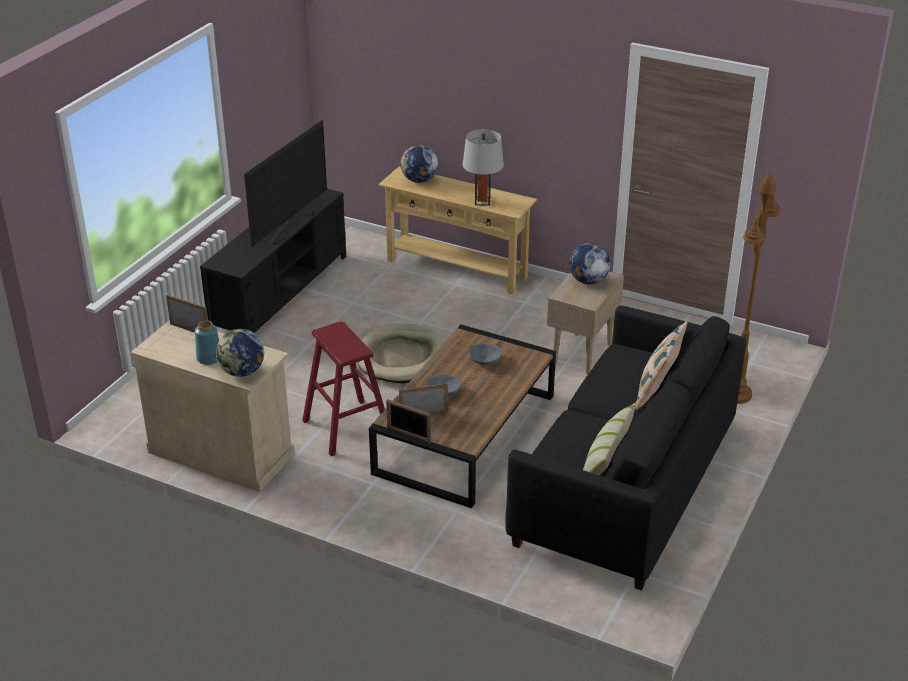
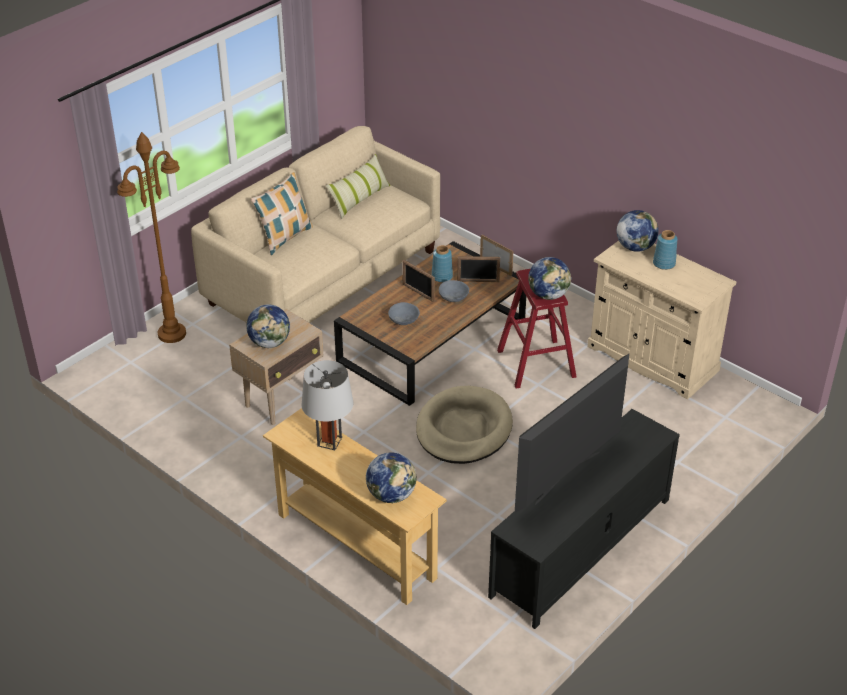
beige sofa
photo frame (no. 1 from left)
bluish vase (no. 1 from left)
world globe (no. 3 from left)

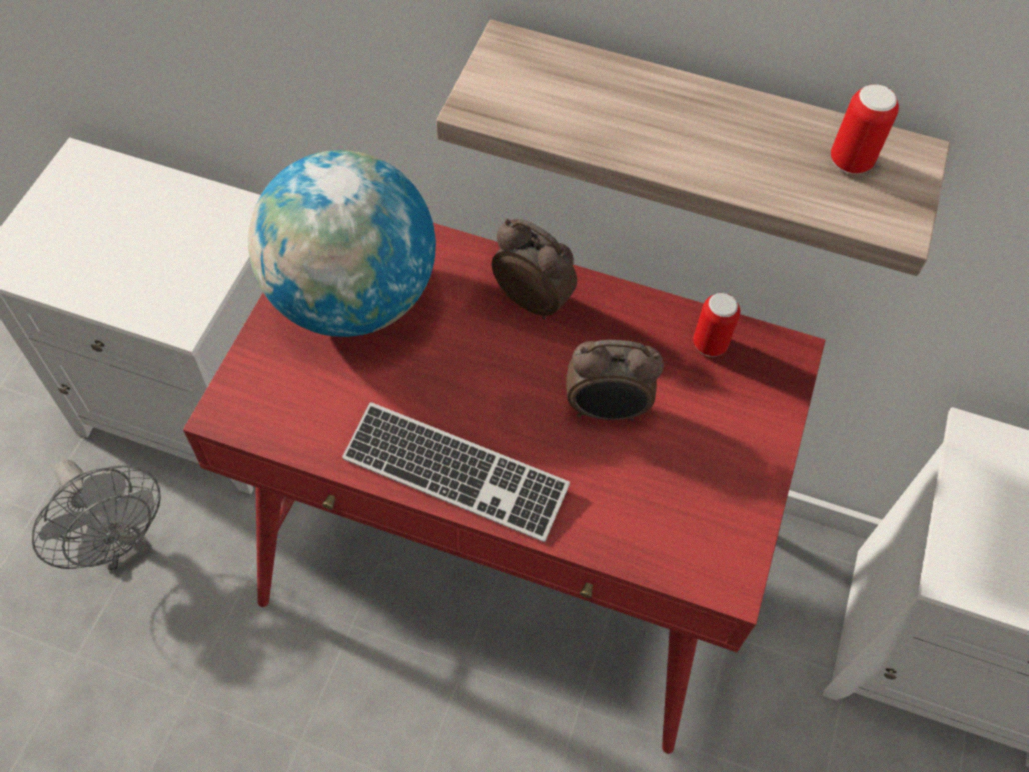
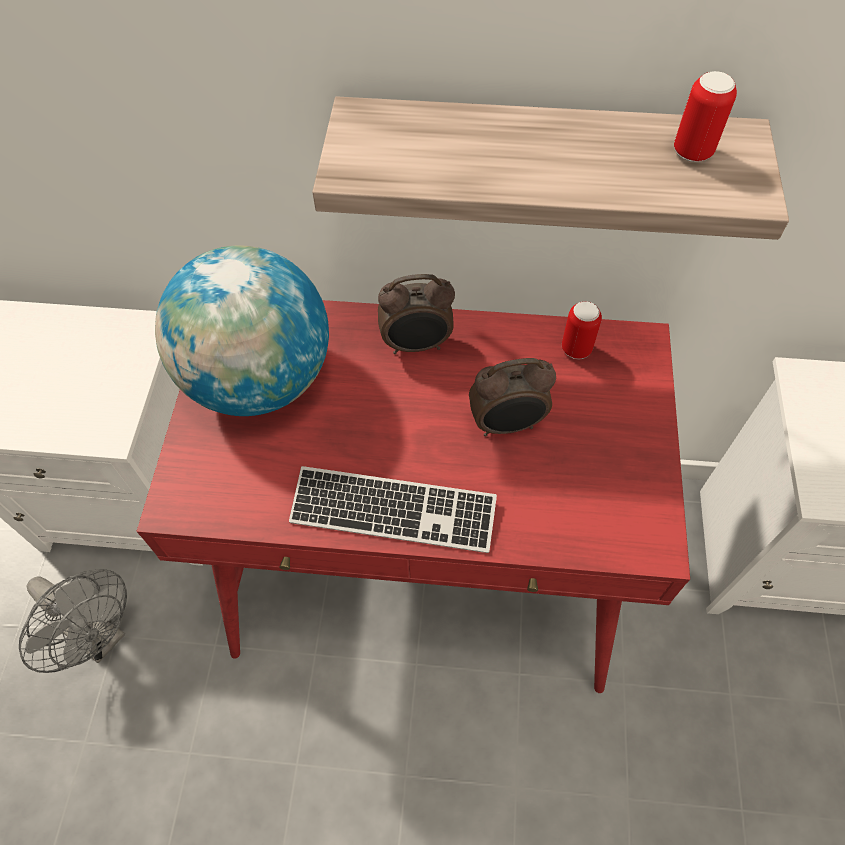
table clock (no. 1 from left)

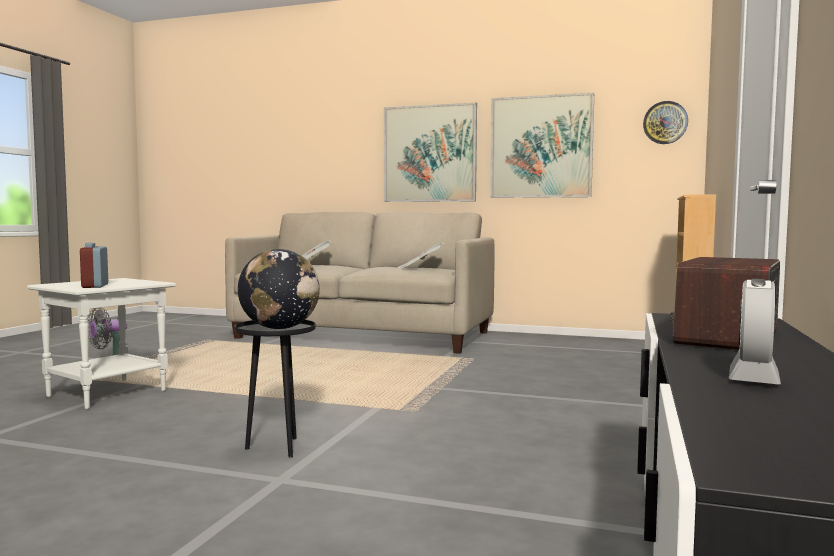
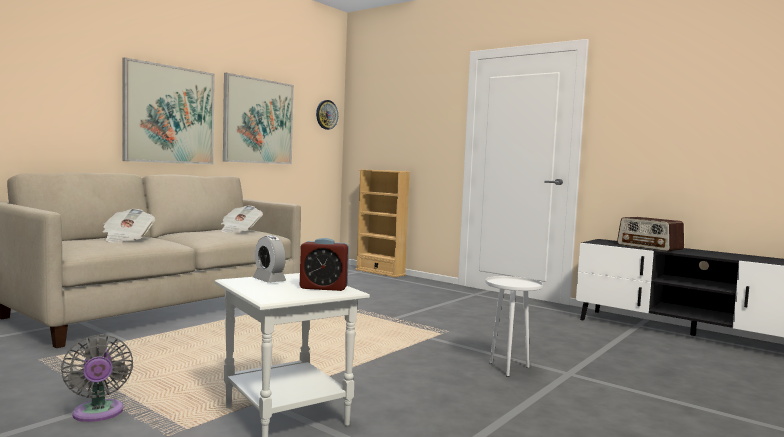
table clock (no. 1 from left)
white side table (no. 2 from left)
world globe

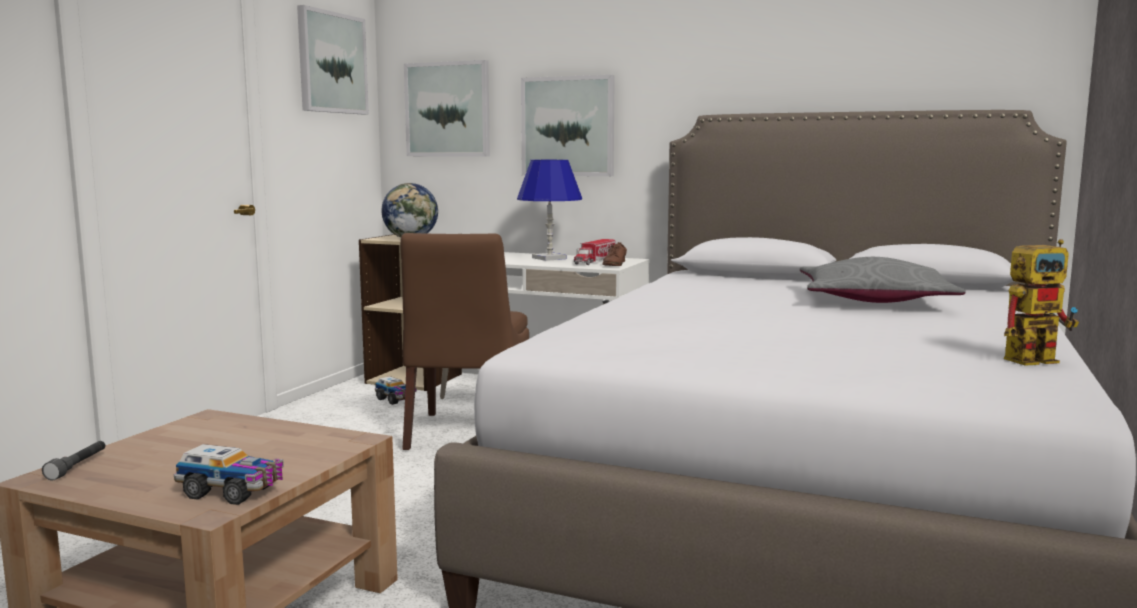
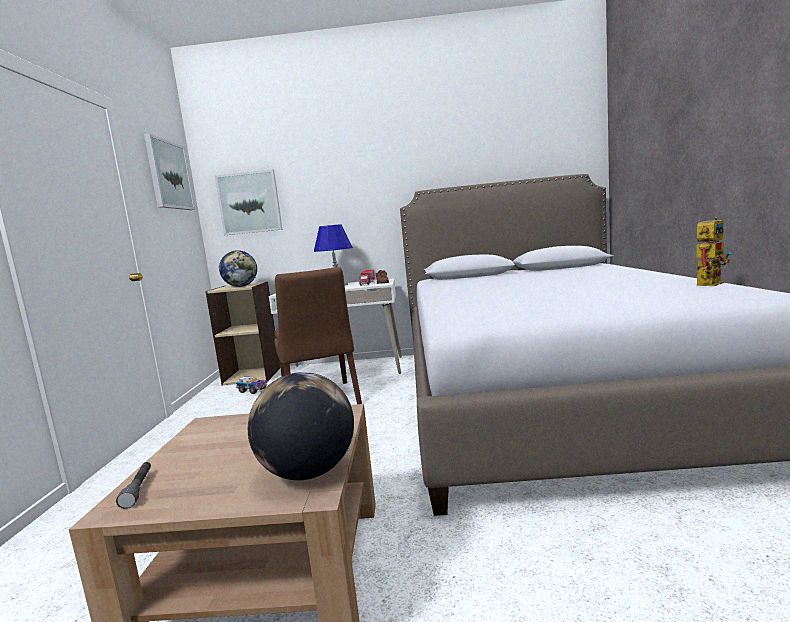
world globe (no. 2 from left)
wall art (no. 3 from left in the first image)
gray throw pillow

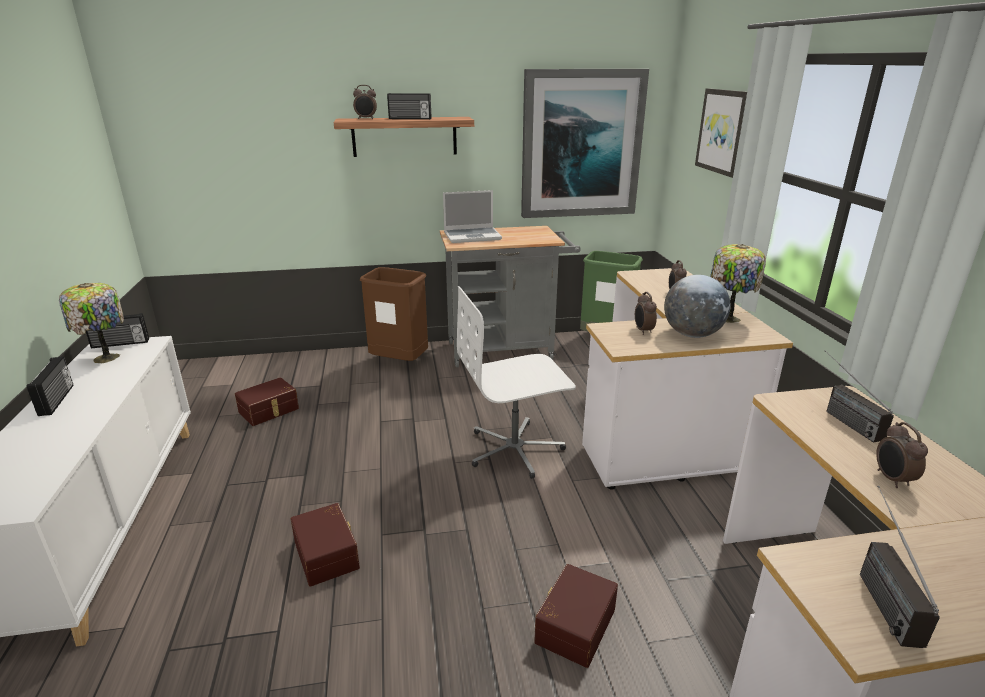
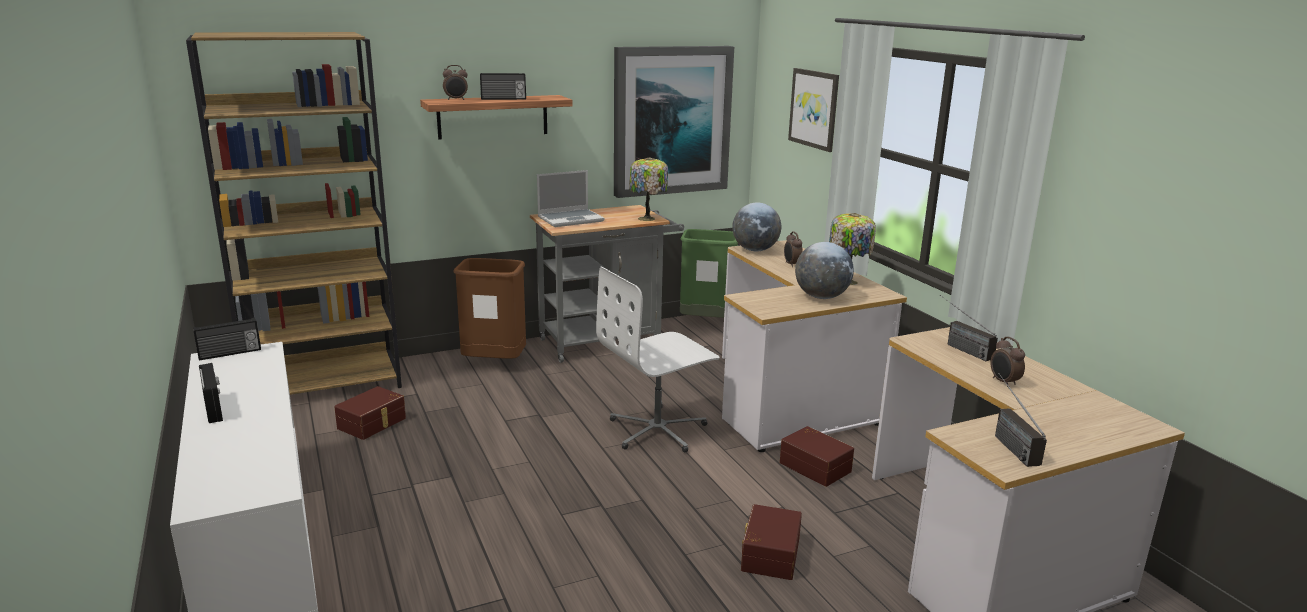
brownish shelving unit
lamp for a table (no. 1 from left)
world globe (no. 1 from left)
brownish storage bin (no. 3 from left)
table clock (no. 2 from left in the first image)

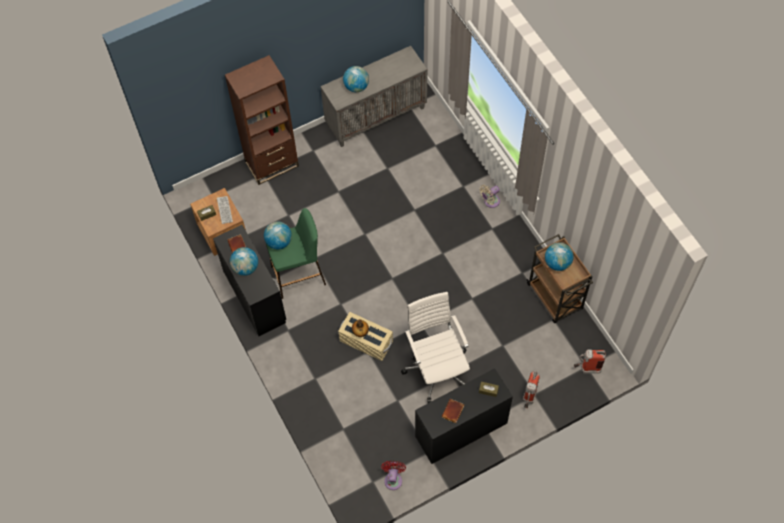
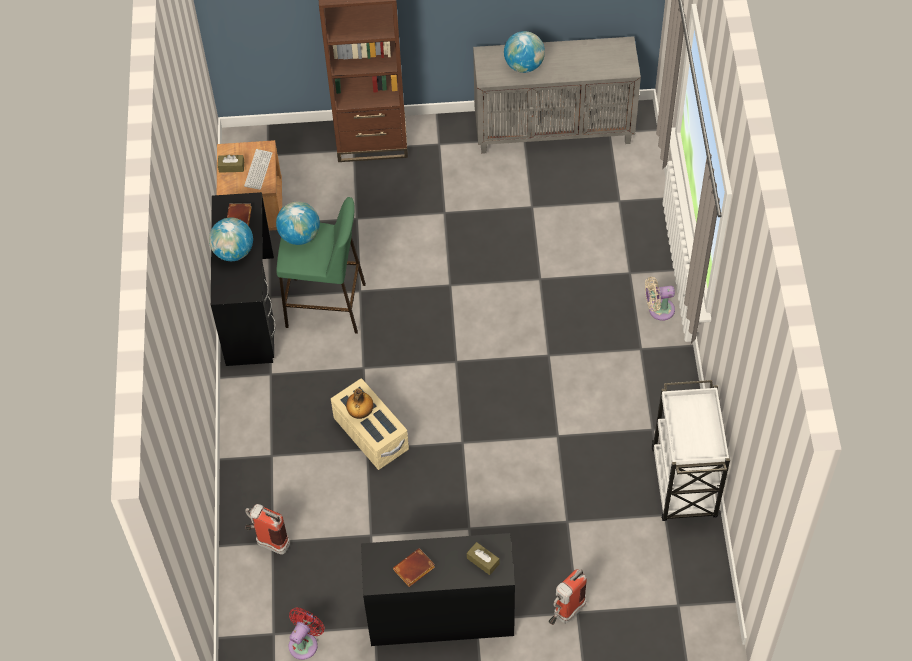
extinguisher (no. 1 from left)
white trolley
white computer chair
world globe (no. 4 from left in the first image)

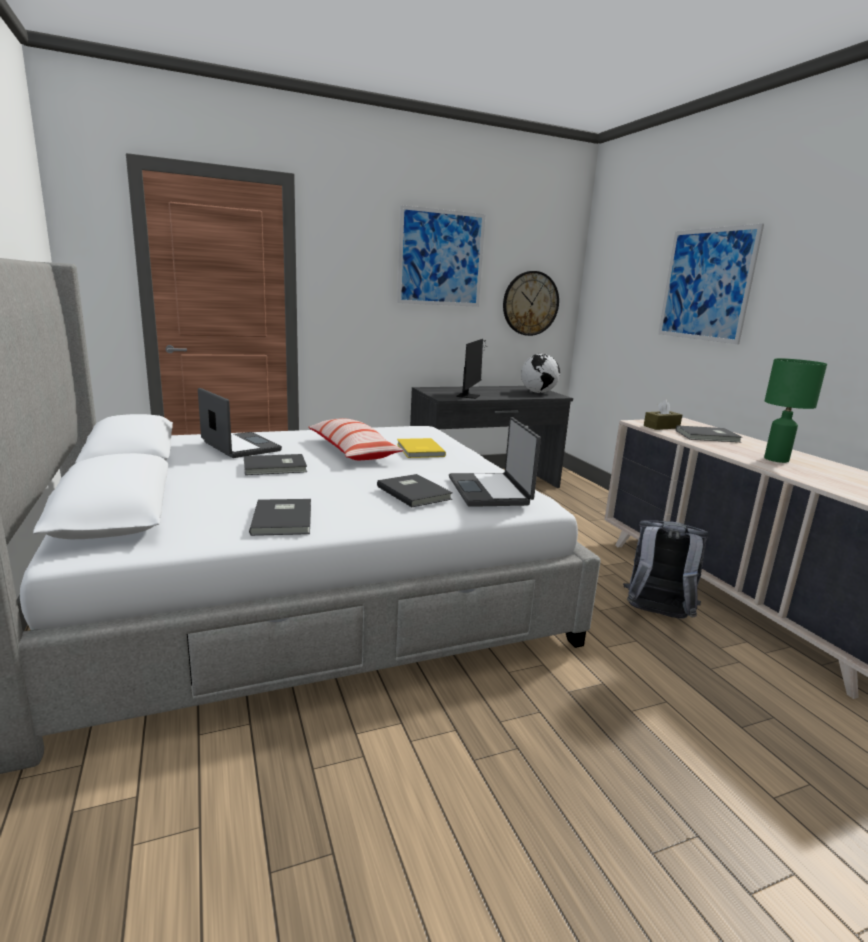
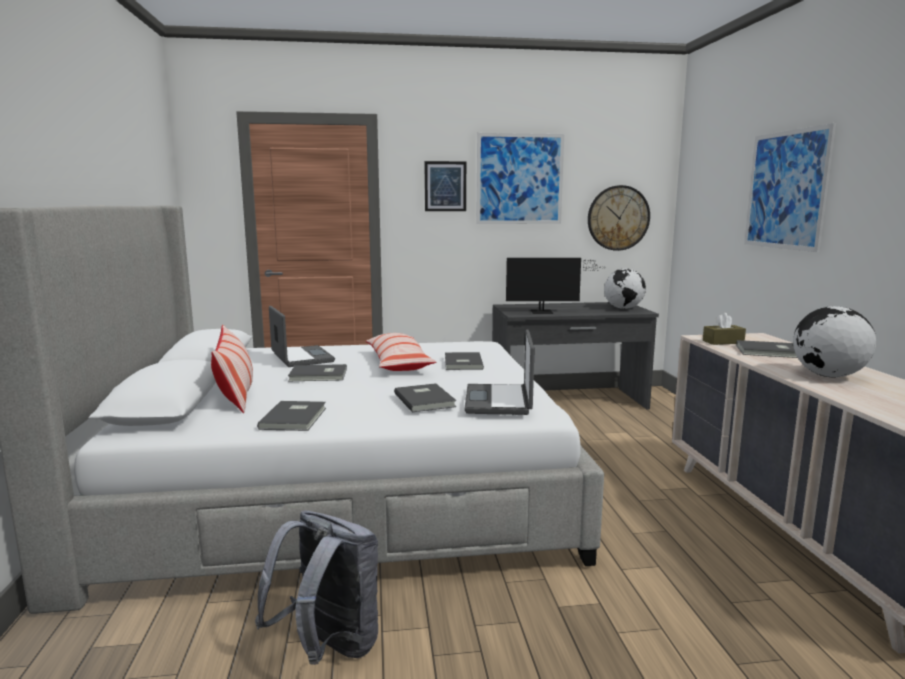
throw pillow (no. 1 from left)
gray knapsack
wall art (no. 1 from left)
gray book (no. 4 from left)
computer display
world globe (no. 2 from left)

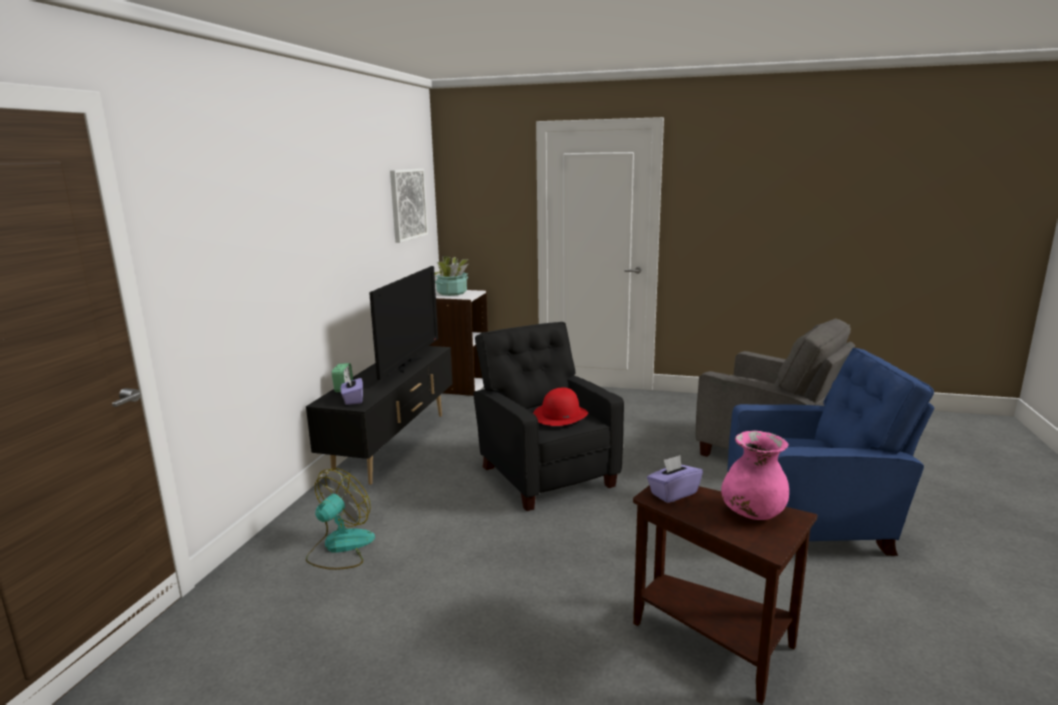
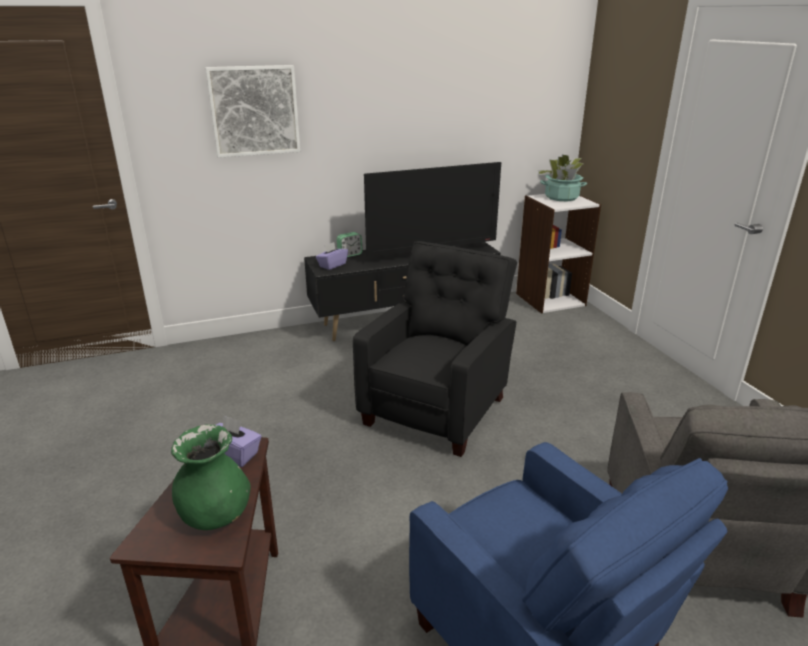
greenish vase
wall art
fan
red-coloured clothing hat

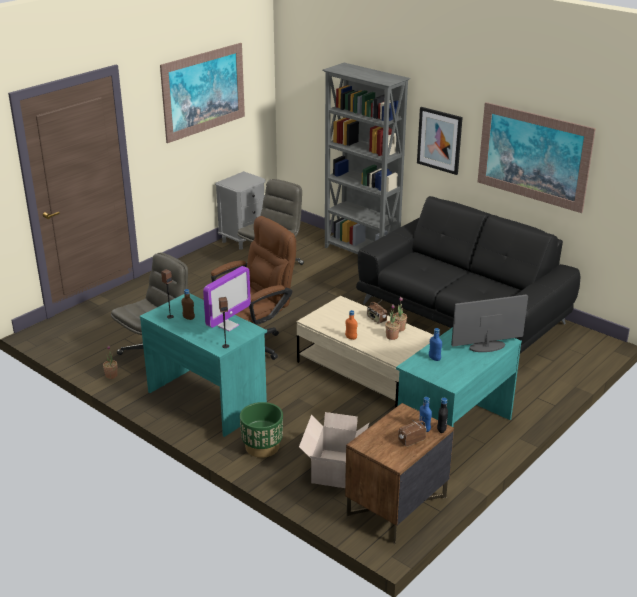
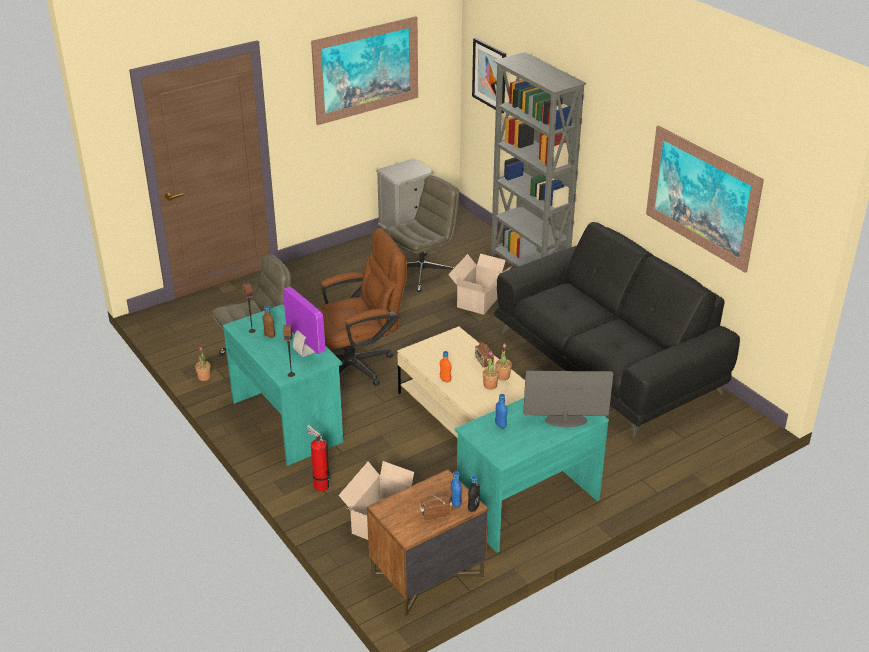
computer display (no. 1 from left)
extinguisher
carton (no. 2 from left)
wall art (no. 2 from left)

